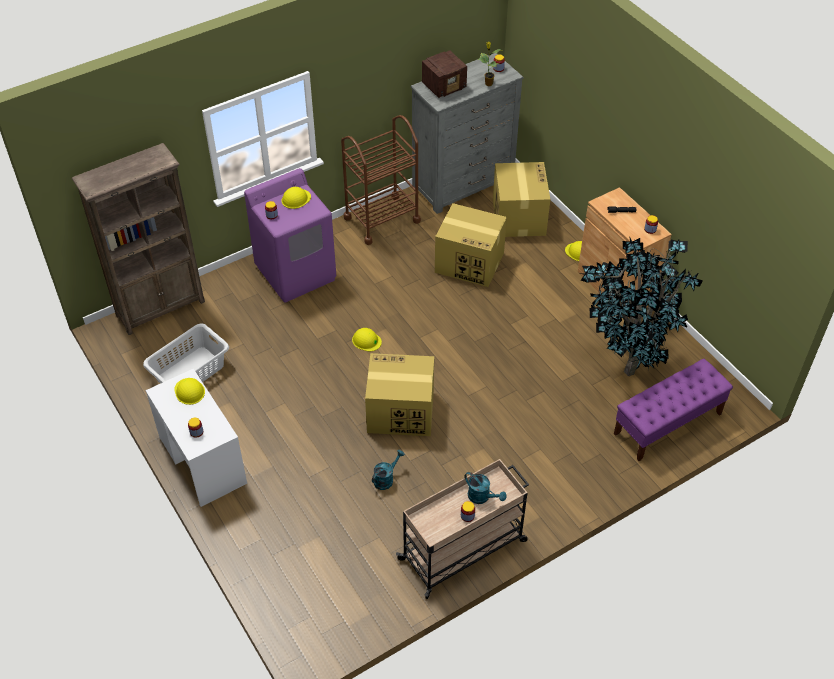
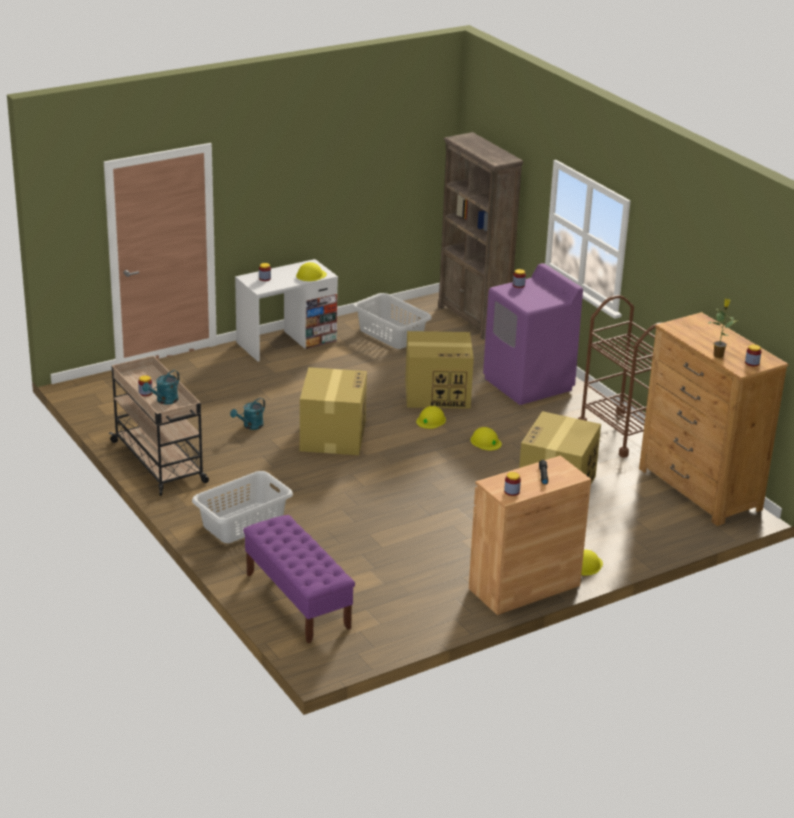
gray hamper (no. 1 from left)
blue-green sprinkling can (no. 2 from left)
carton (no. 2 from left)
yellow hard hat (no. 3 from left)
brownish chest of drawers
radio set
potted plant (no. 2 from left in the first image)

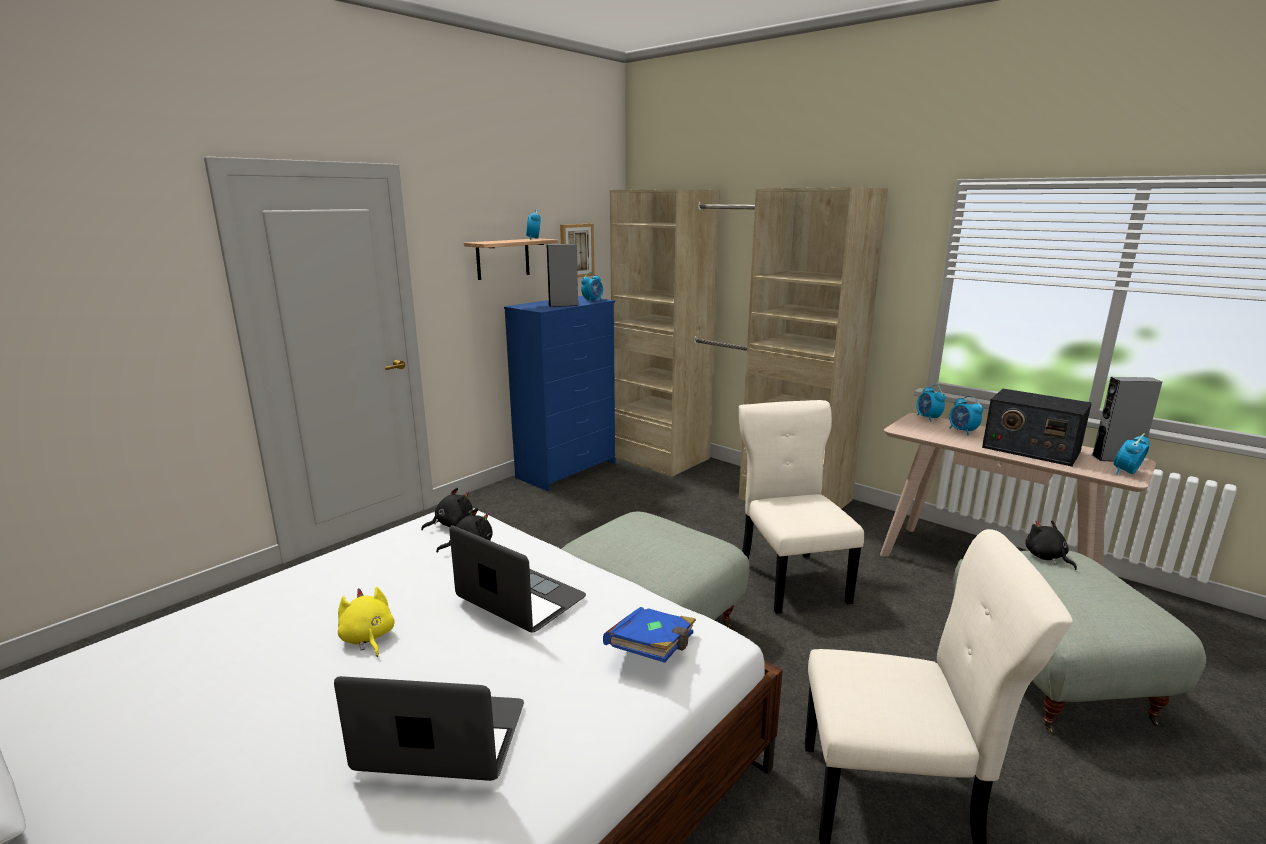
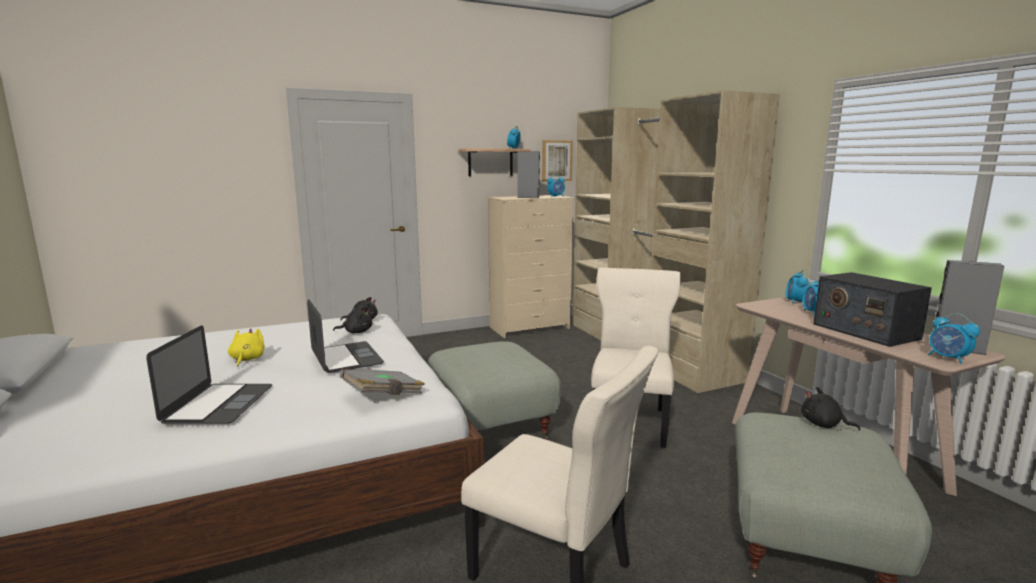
laptop (no. 1 from left)
gray book
beige chest of drawers
black soft toy (no. 3 from left)
table clock (no. 5 from left)

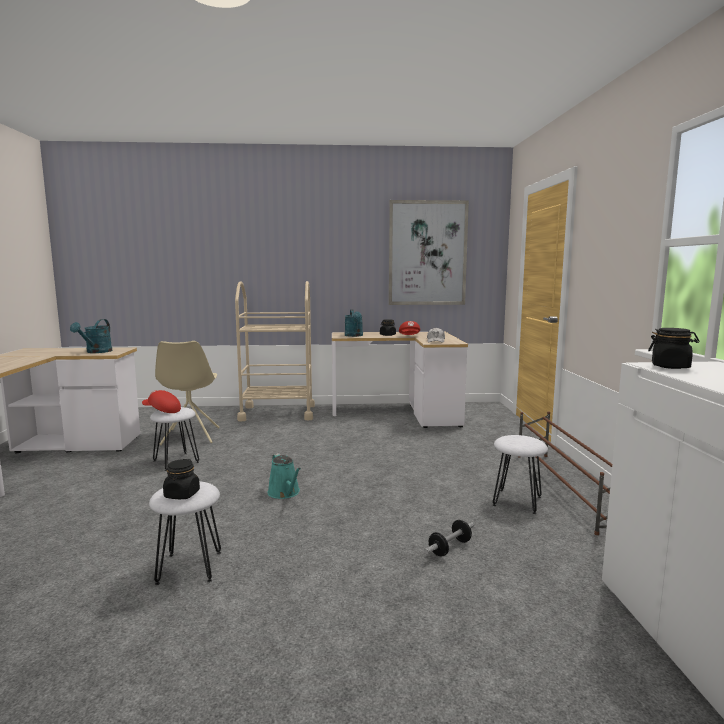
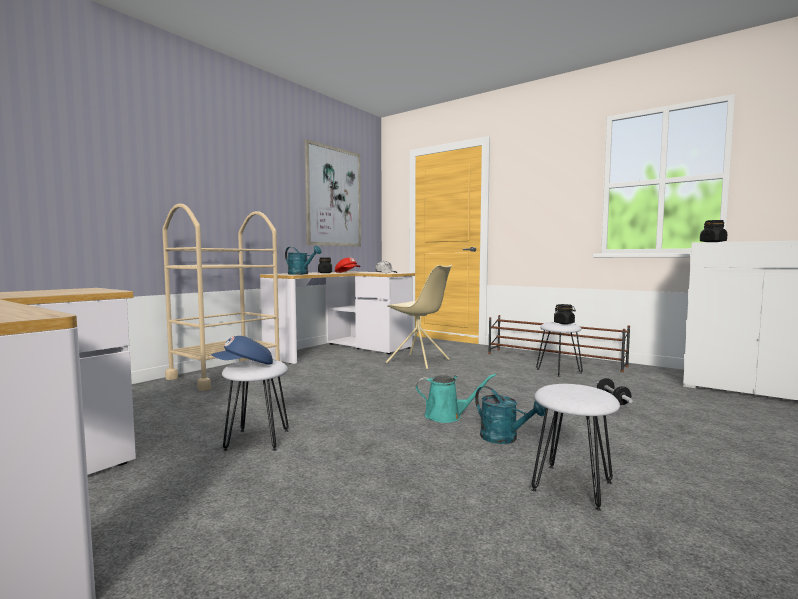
bluish cap
beige chair
blue-green sprinkling can (no. 3 from left)
black storage jar (no. 2 from left)

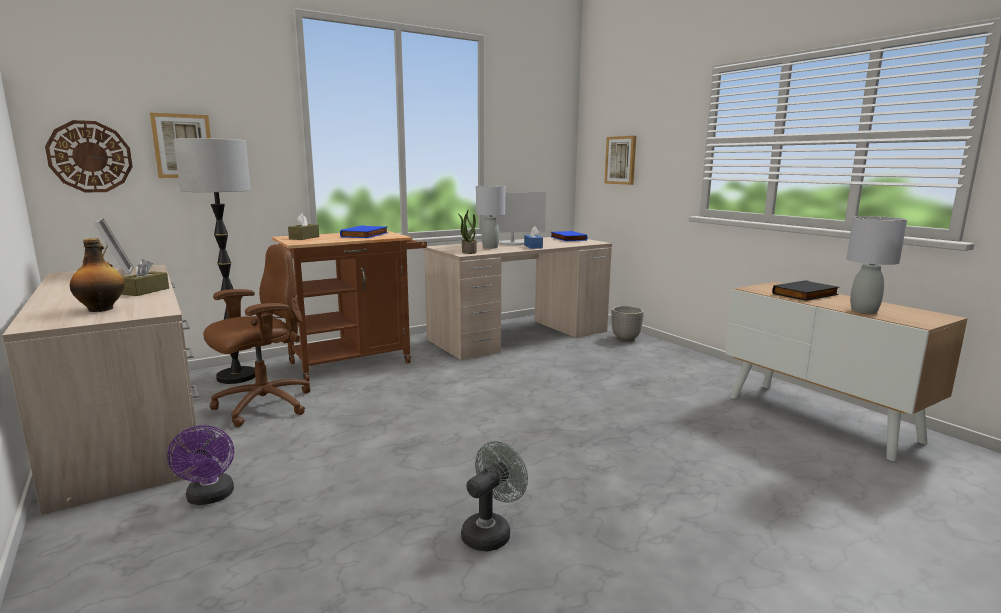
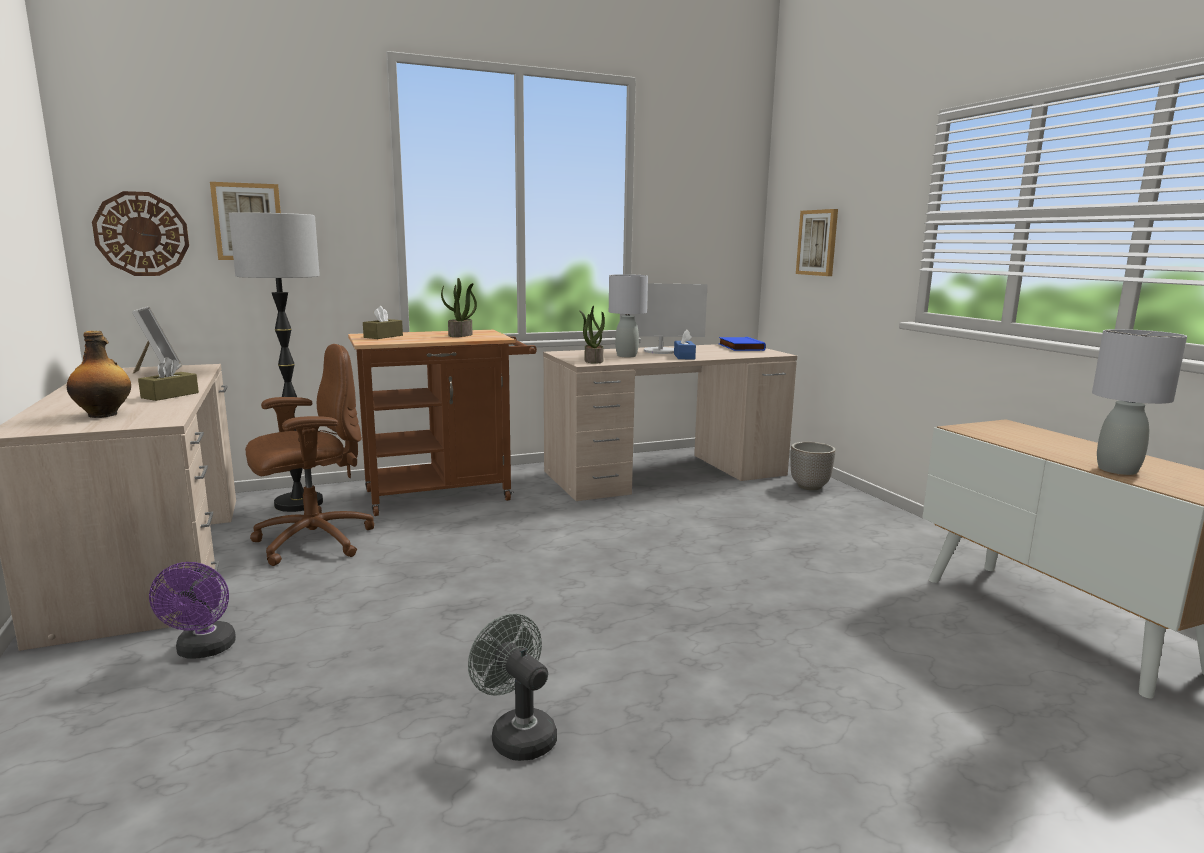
potted plant (no. 1 from left)
gray fan
black book

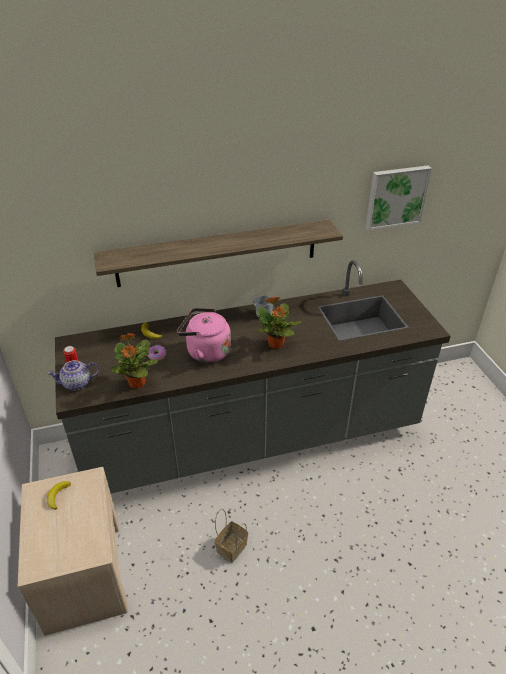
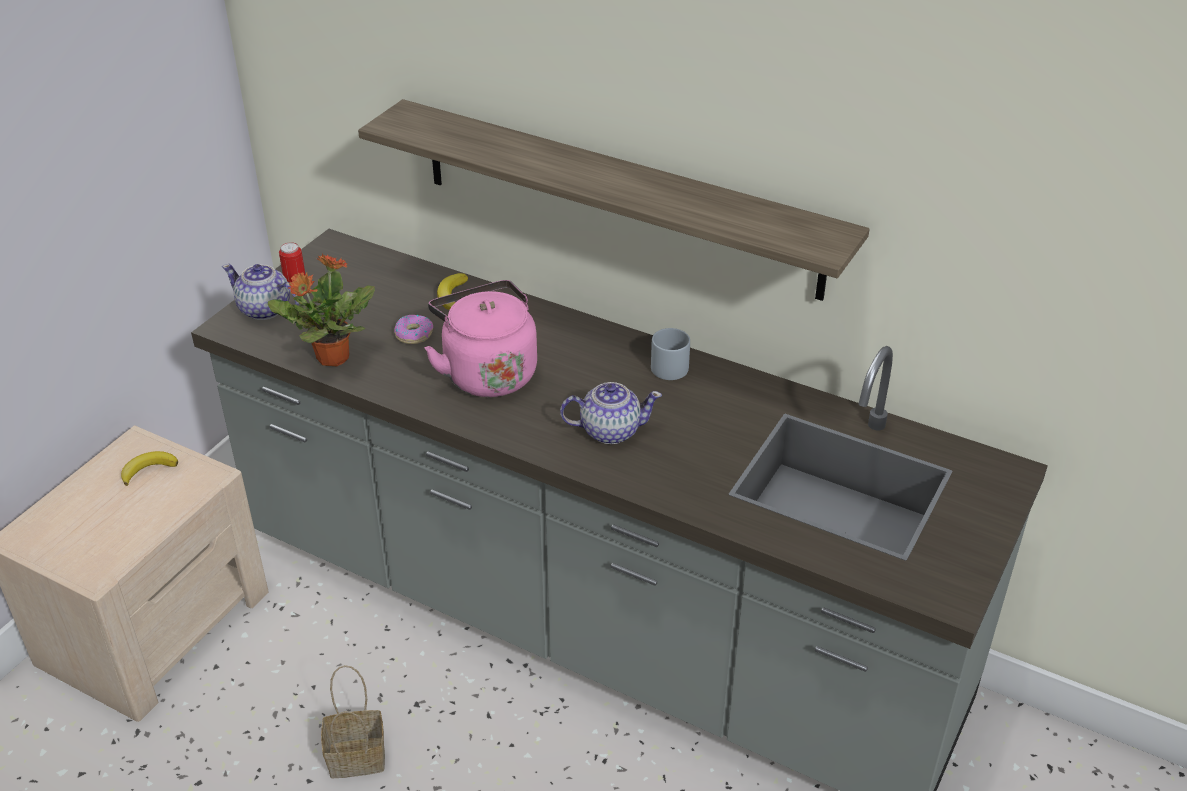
tea pot (no. 2 from left)
wall art

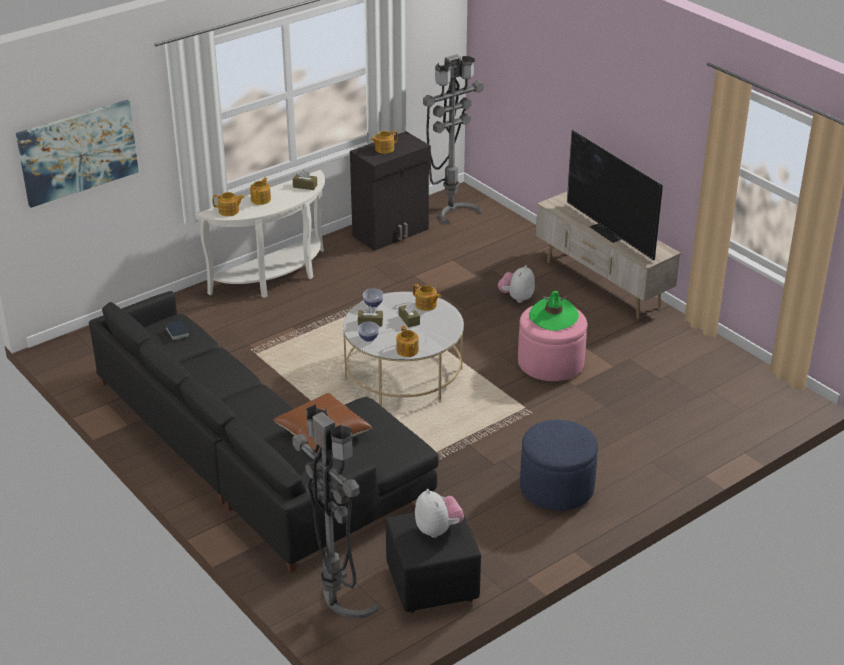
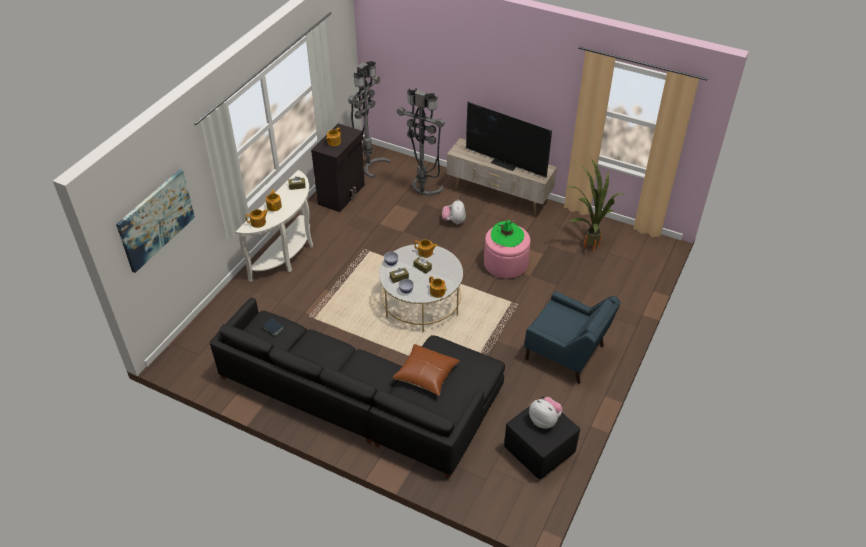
gray standard lamp (no. 2 from left)
bluish armchair
potted plant

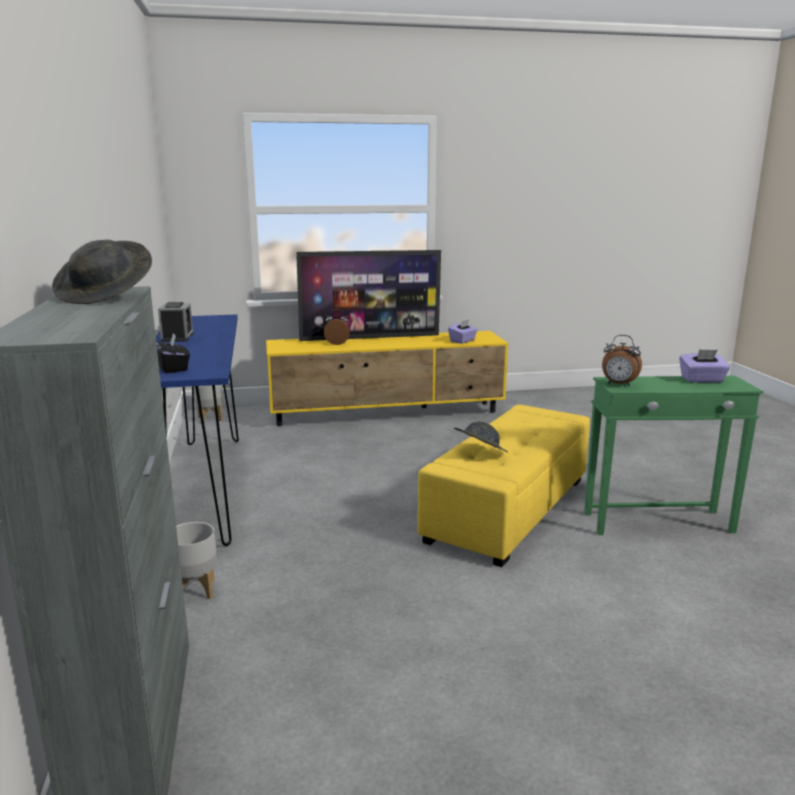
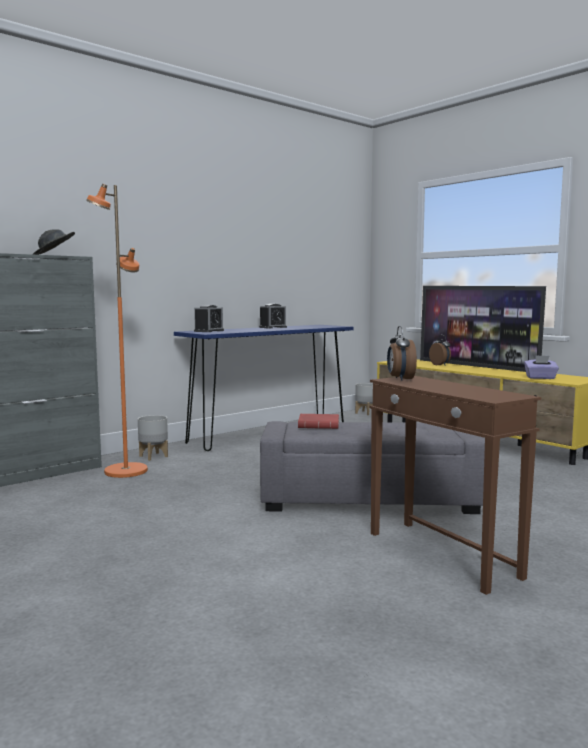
orange-coloured standard lamp
table clock (no. 1 from left)
gray ottoman
red-coloured book
brownish side table
purple-coloured tissue holder (no. 2 from left in the first image)

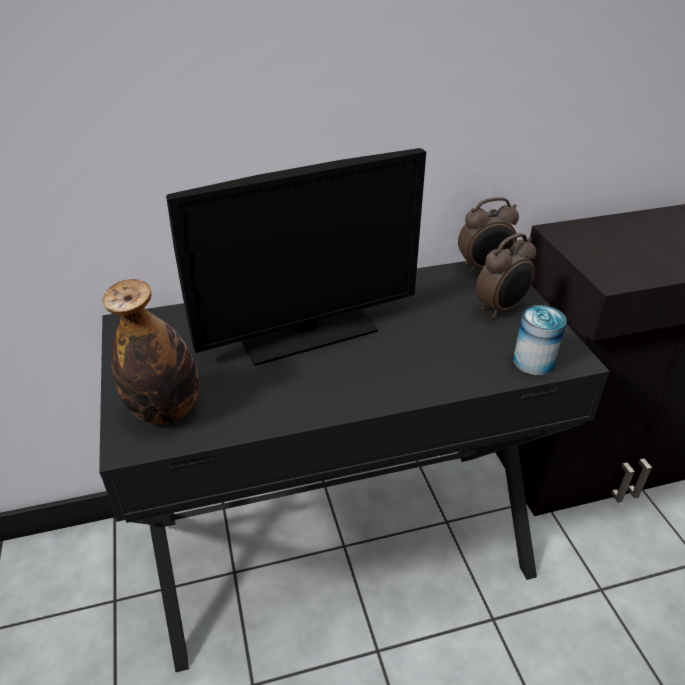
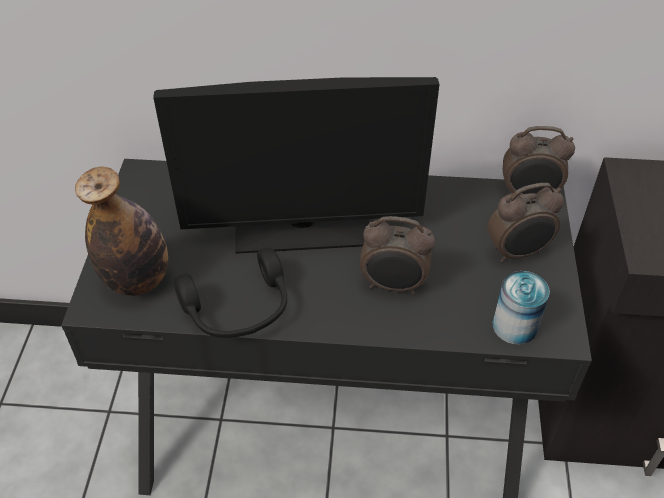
black headset
table clock (no. 1 from left)

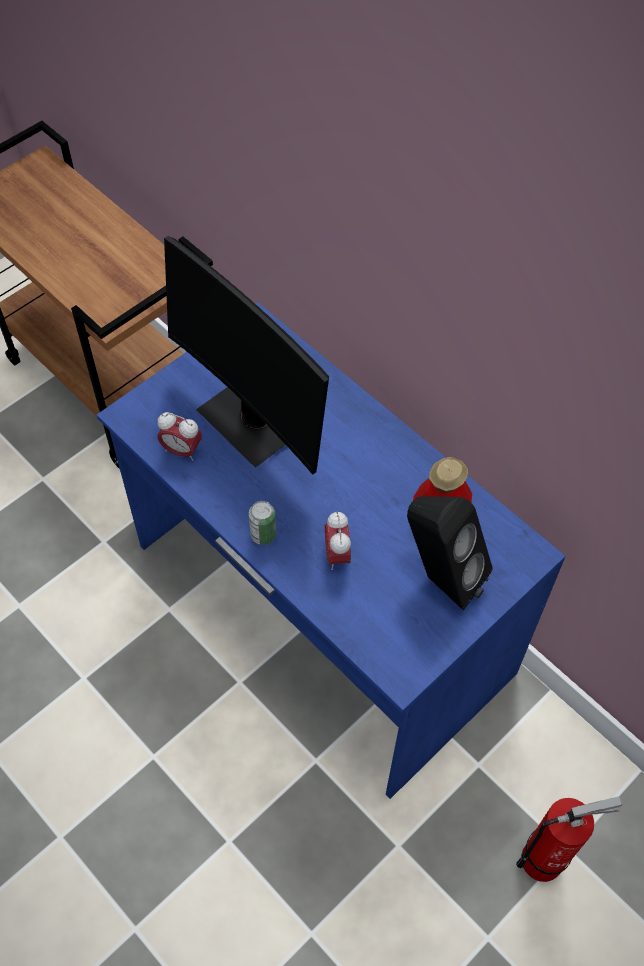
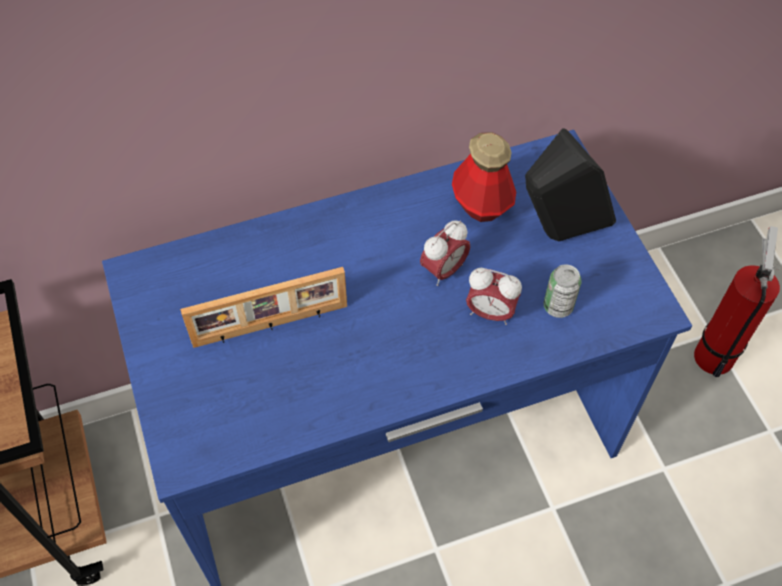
photo frame
table clock (no. 1 from left)
sealed can

